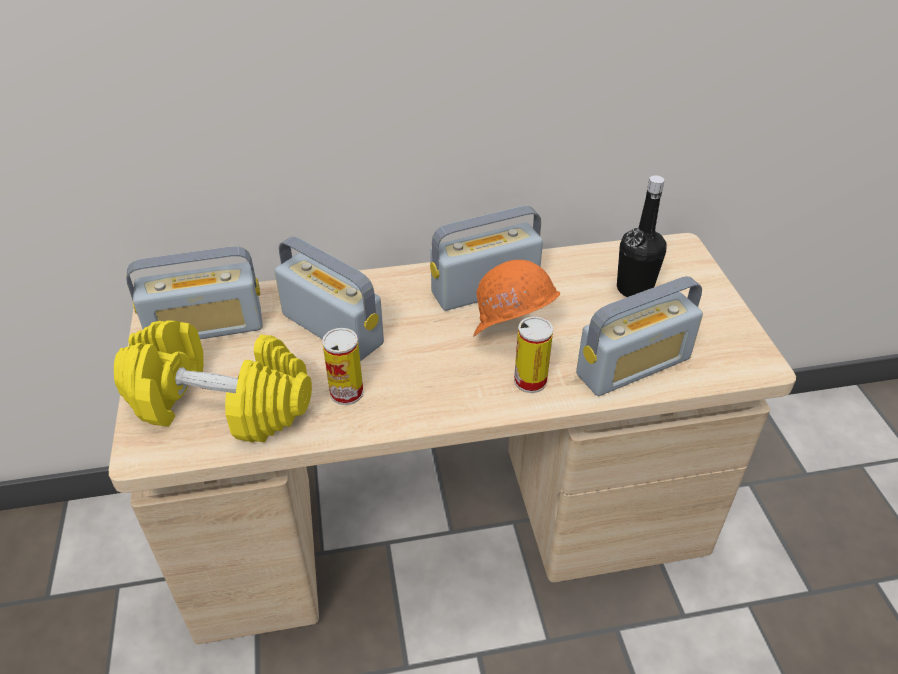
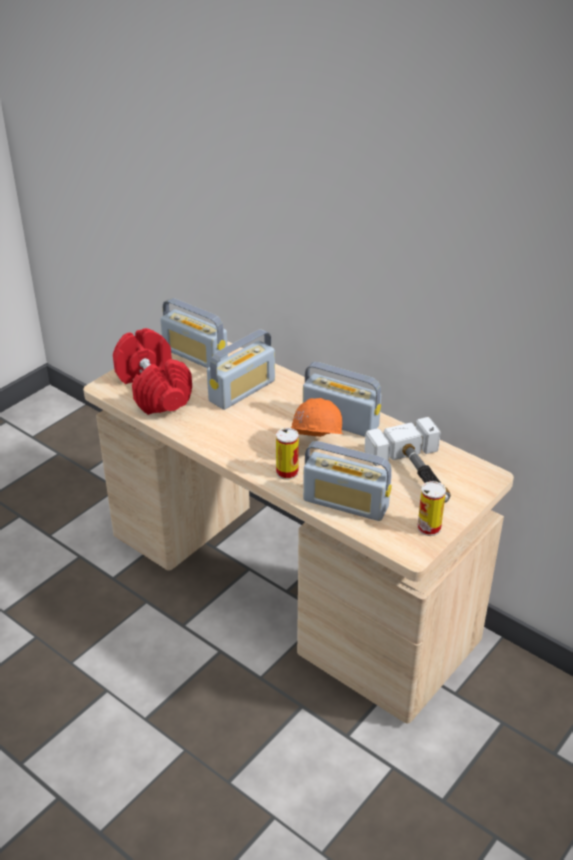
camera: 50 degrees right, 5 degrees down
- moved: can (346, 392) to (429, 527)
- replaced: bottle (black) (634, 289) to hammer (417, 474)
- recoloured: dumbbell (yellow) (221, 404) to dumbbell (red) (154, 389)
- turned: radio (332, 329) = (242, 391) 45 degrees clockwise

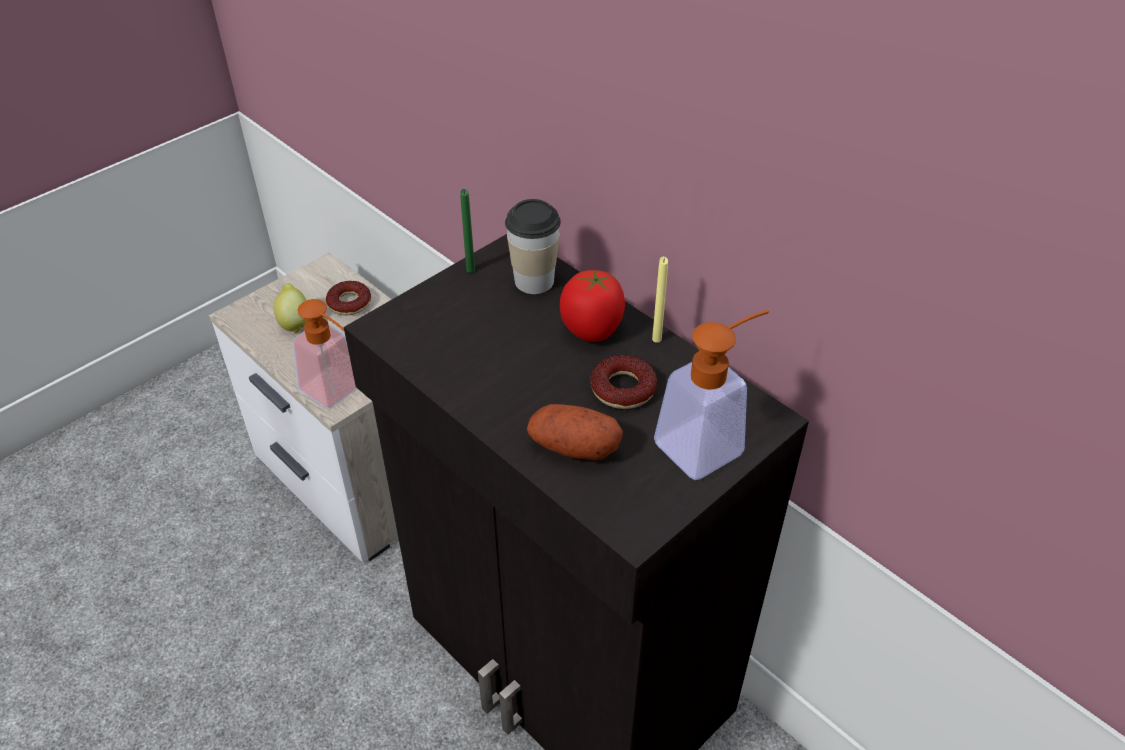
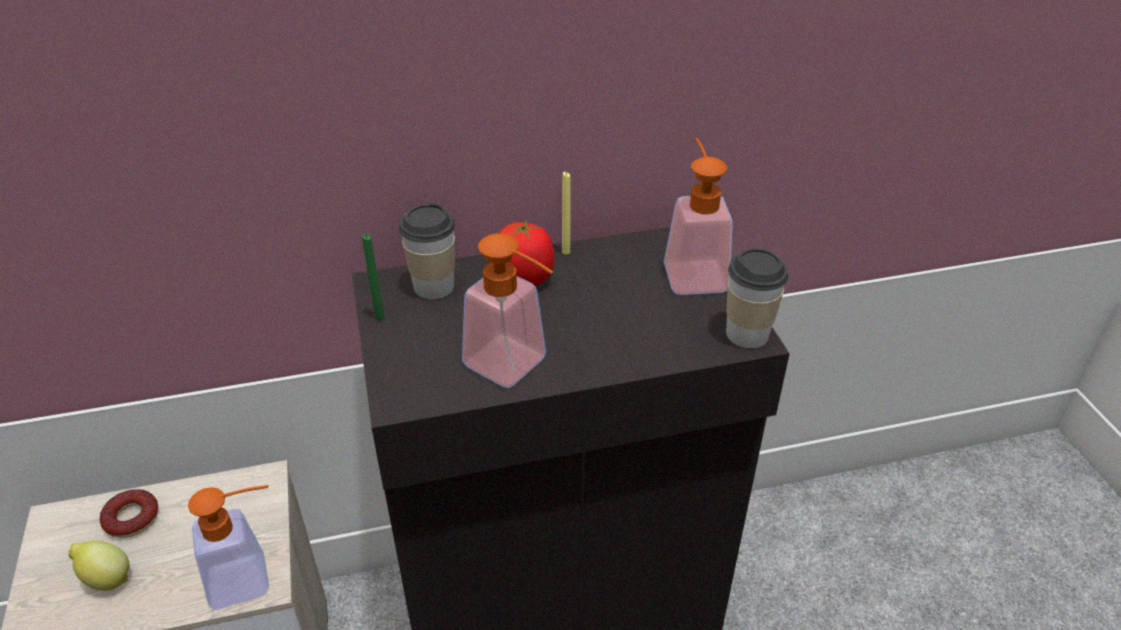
camera: 60 degrees left, 5 degrees down
- removed: potato (573, 447)
- removed: donut (623, 388)
- added: soap dispenser (515, 368)
- added: cup (747, 334)

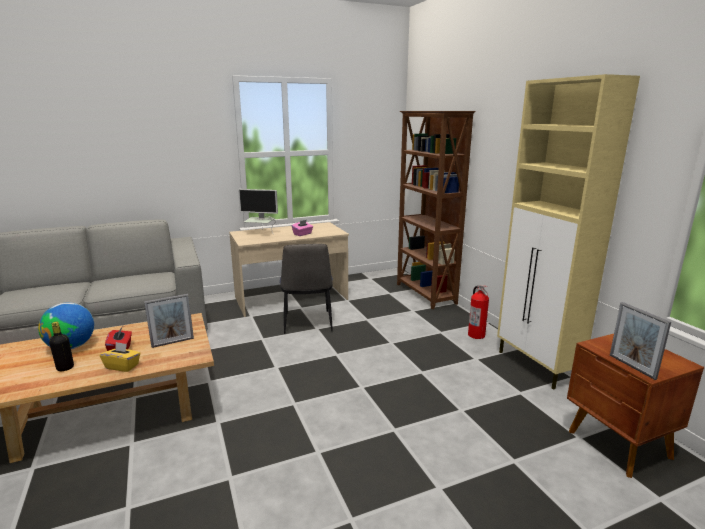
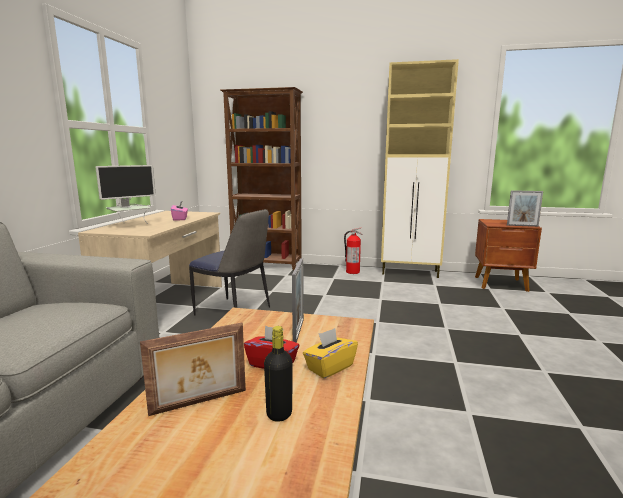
camera: 55 degrees left, 5 degrees down
- replaced: globe (71, 347) to picture frame (199, 403)

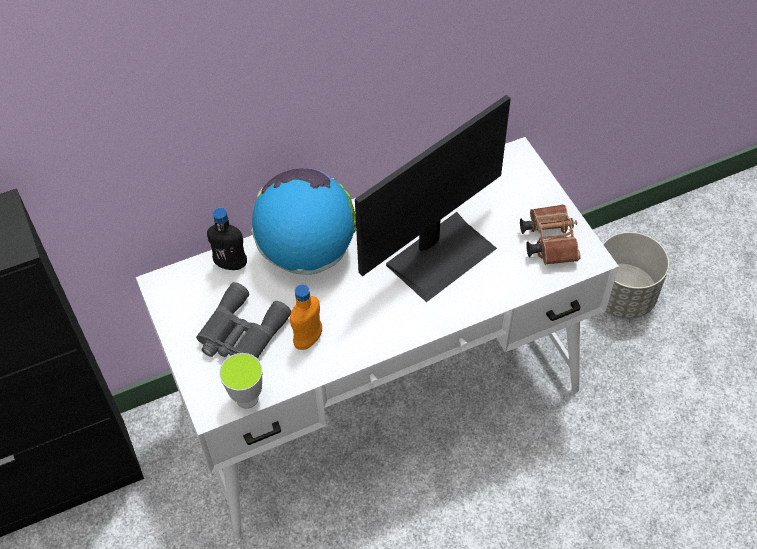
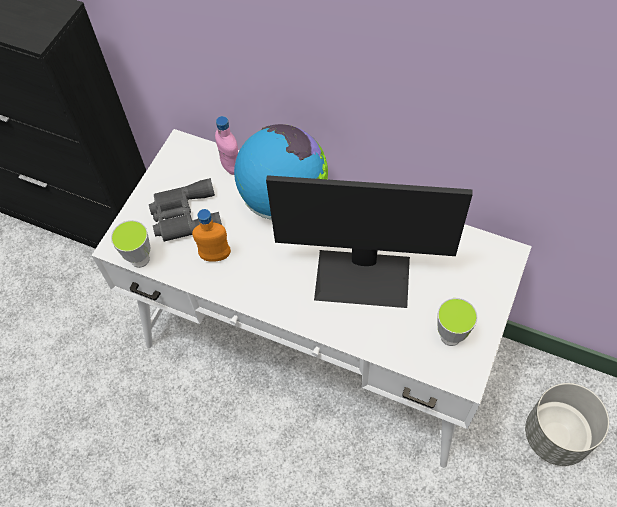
camera: 50 degrees right, 5 degrees up
- replaced: binoculars (brown) (548, 240) to cup (450, 336)
- recoloured: bottle (black) (231, 264) to bottle (pink) (231, 167)

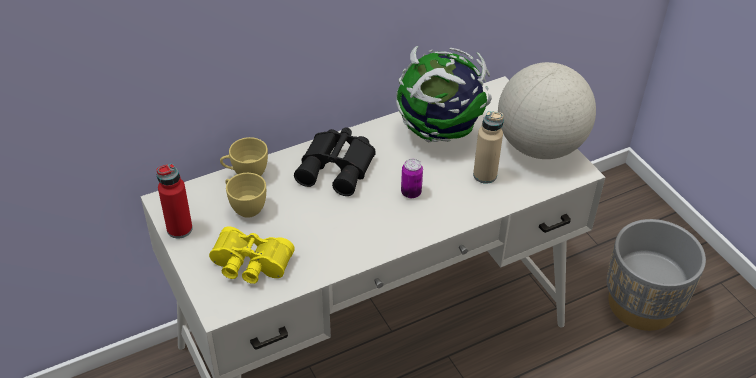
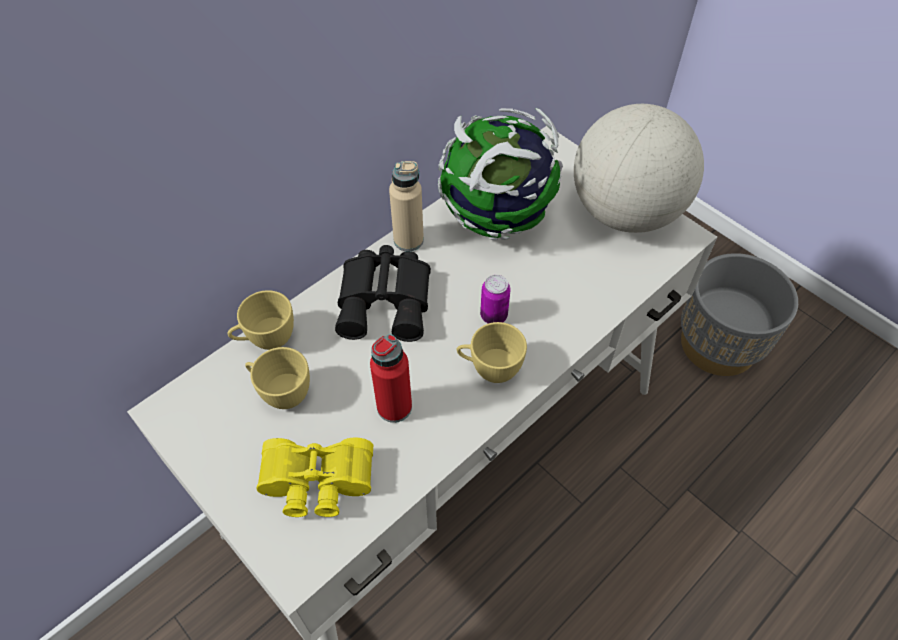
camera: 15 degrees left, 10 degrees up
- added: cup (yellow) (489, 369)
- moved: bottle (red) (179, 229) to (394, 407)
- moved: bottle (beige) (485, 175) to (408, 240)

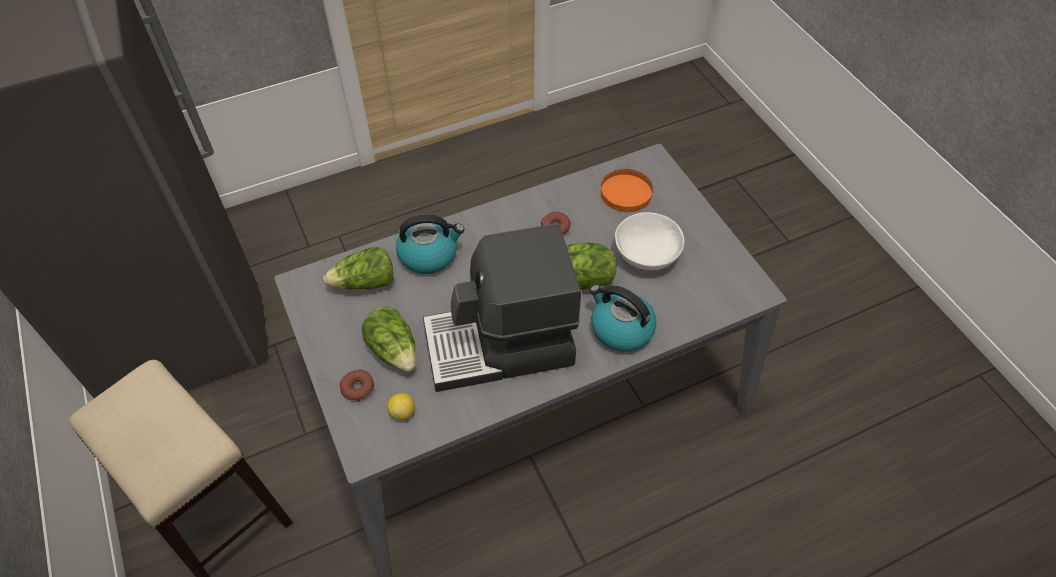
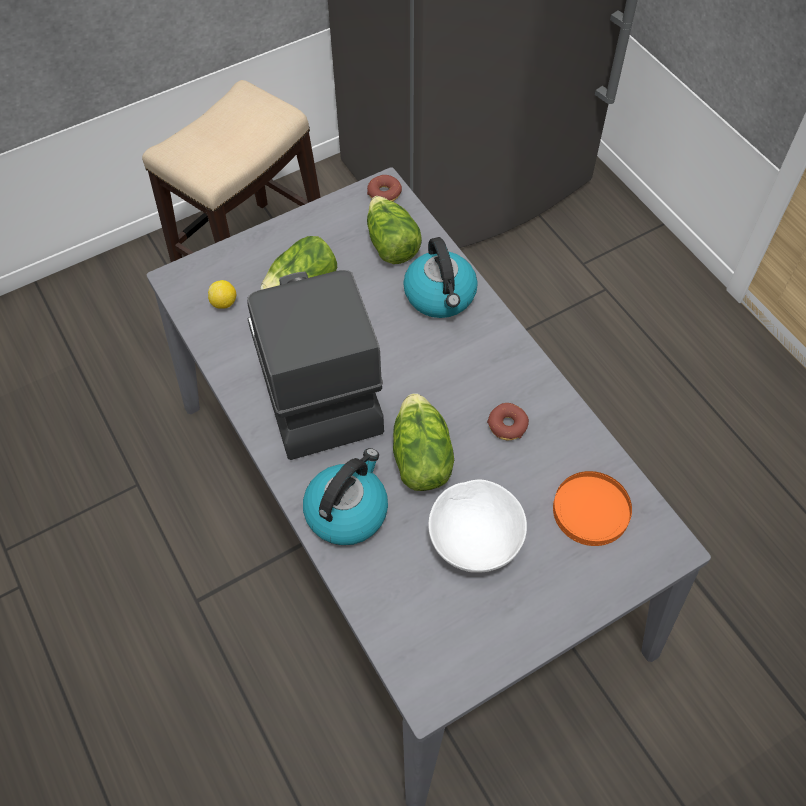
camera: 85 degrees right, 5 degrees up
- moved: donut (358, 388) to (384, 193)

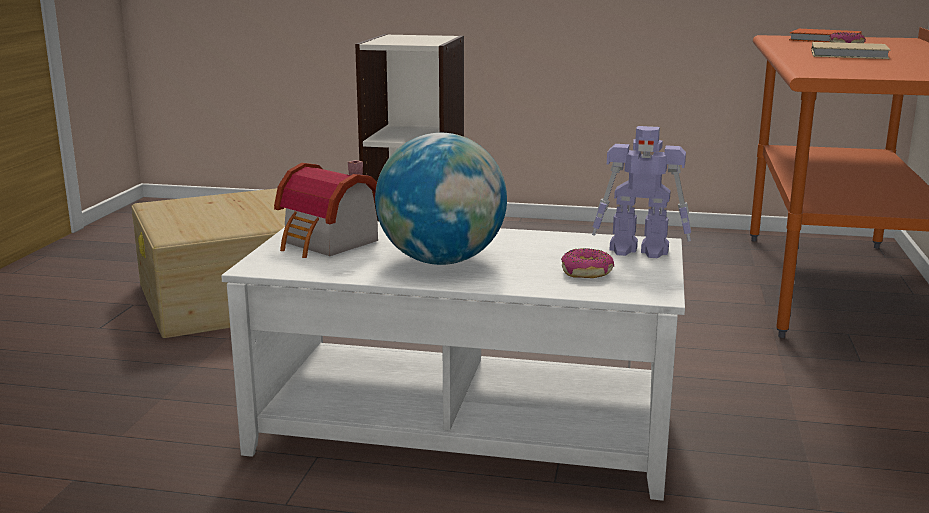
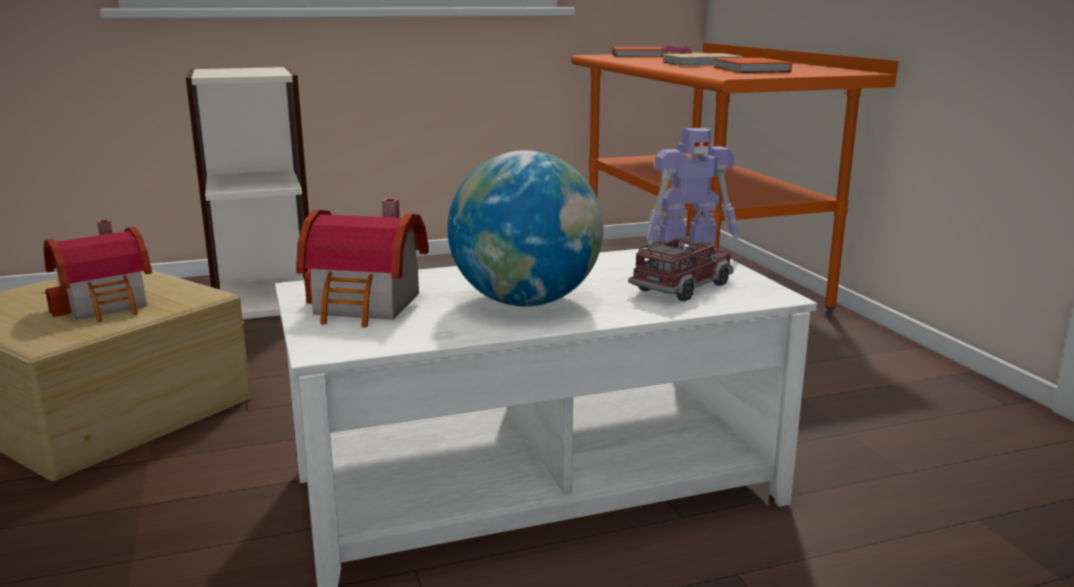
camera: 30 degrees left, 0 degrees up
- added: toy house (108, 305)
- added: book (orange) (750, 69)
- replaced: donut (587, 272) to toy truck (682, 287)

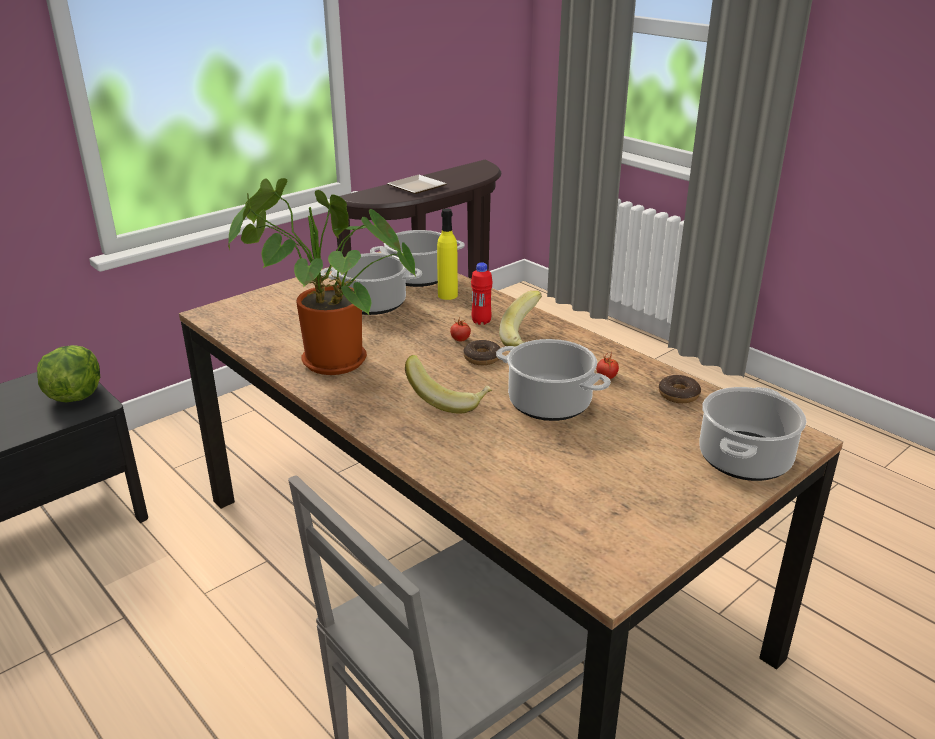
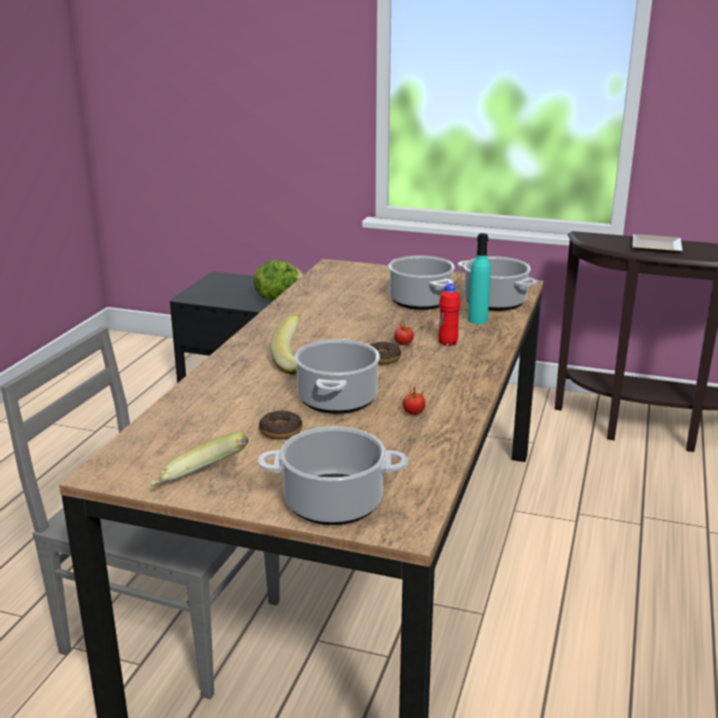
camera: 60 degrees right, 5 degrees down
- removed: potted plant (326, 362)
- moved: banana (526, 339) to (200, 483)
- moved: donut (678, 395) to (281, 431)
- recoloured: bottle (yellow) (447, 295) to bottle (turquoise) (477, 320)

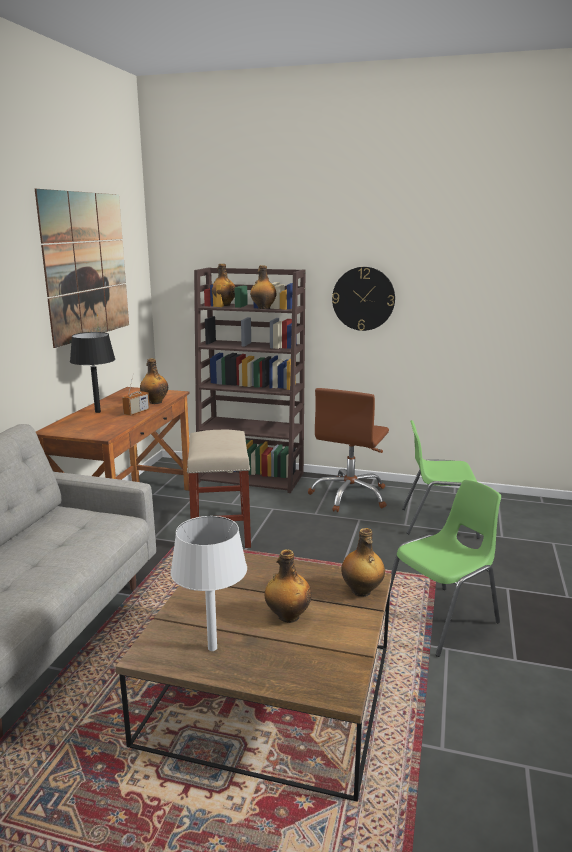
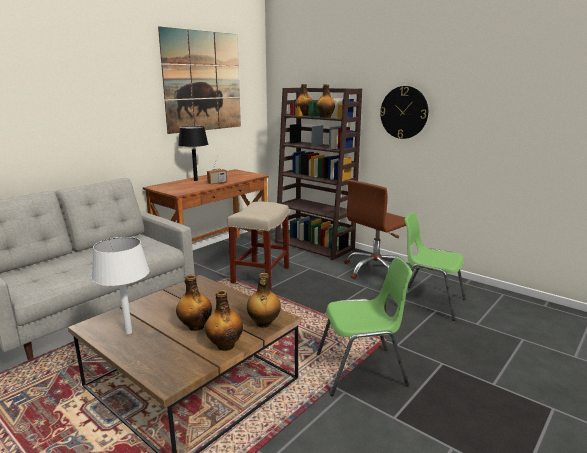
camera: 25 degrees right, 0 degrees up
- moved: bottle (155, 402) to (225, 345)

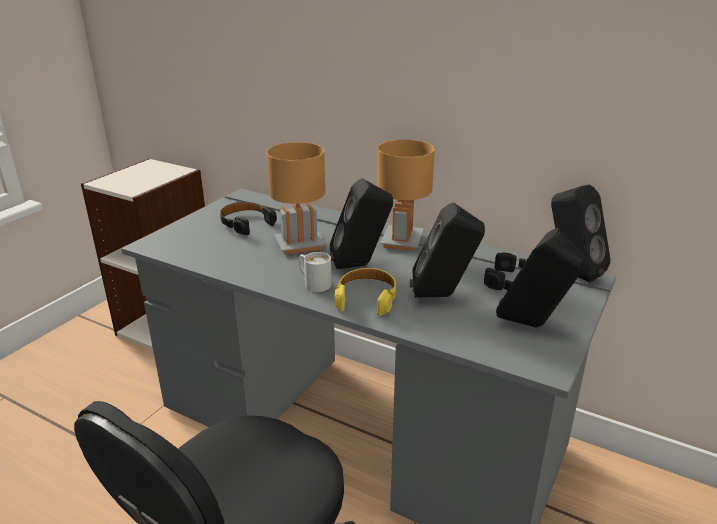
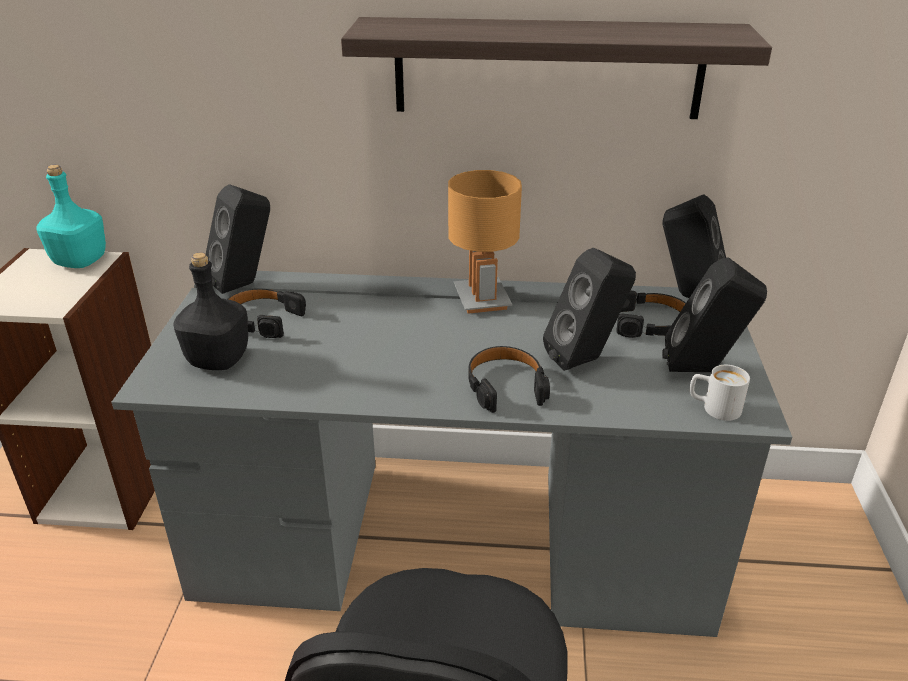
camera: 25 degrees left, 5 degrees up
- removed: table lamp (brown) (300, 245)
- added: bottle (turquoise) (79, 261)
- added: bottle (black) (218, 361)
- added: shelf (548, 68)
- moved: mug (white) (313, 283) to (713, 408)
- moved: speaker (black) (360, 265) to (245, 284)
- recoloured: headphones (yellow) (366, 298) to headphones (black) (505, 386)

